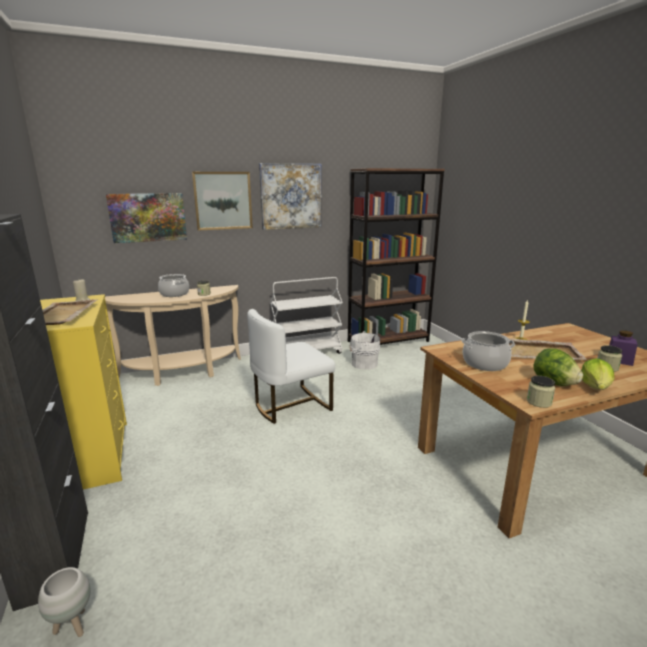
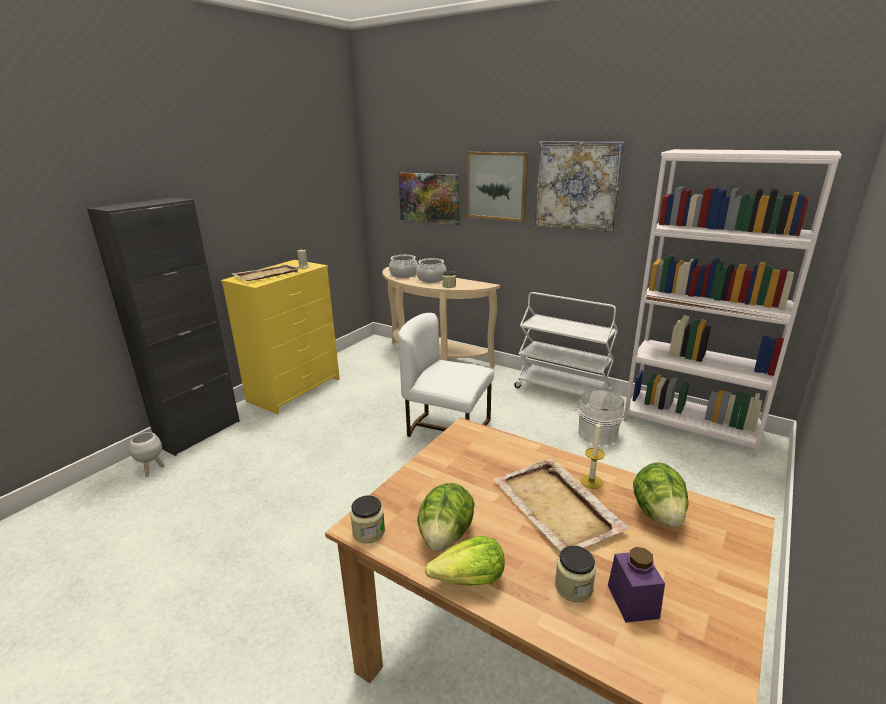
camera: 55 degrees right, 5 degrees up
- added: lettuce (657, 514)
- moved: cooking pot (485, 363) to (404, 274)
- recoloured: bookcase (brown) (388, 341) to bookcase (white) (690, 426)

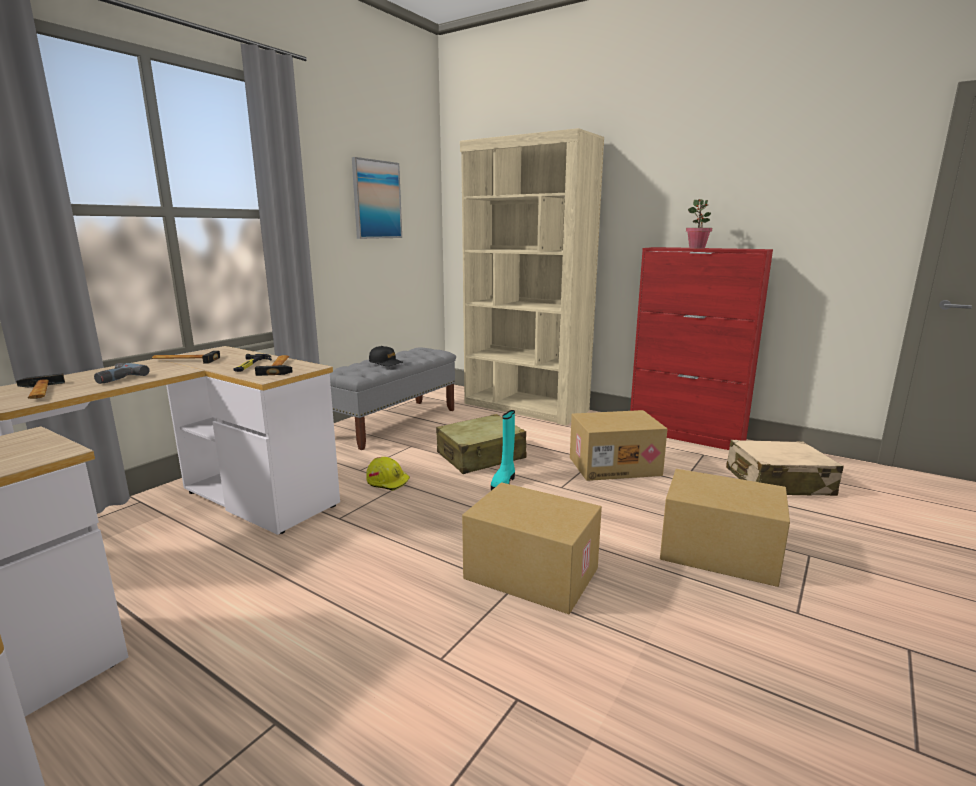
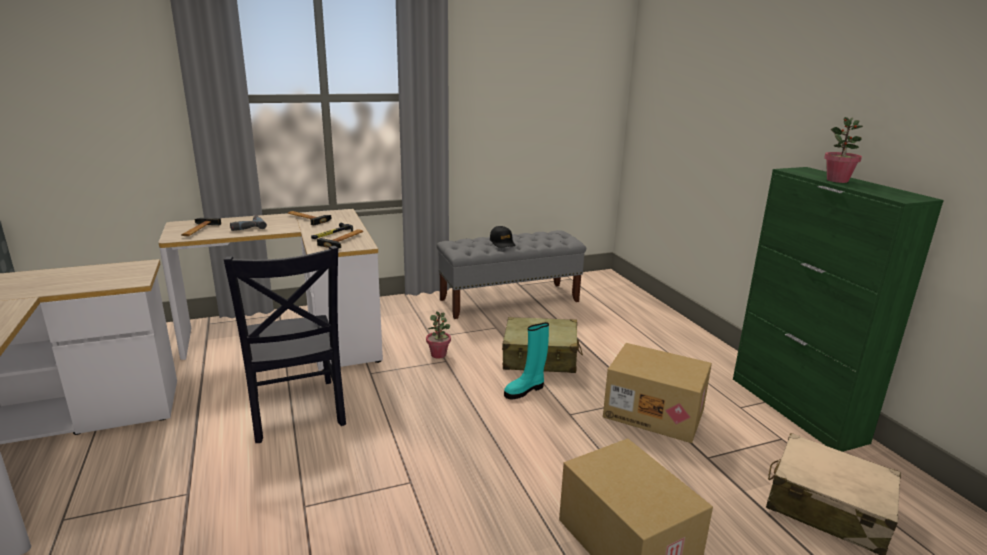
camera: 35 degrees right, 5 degrees up
- removed: picture (376, 200)
- removed: bookcase (beige) (525, 407)
- removed: cardboard box (529, 574)
- added: chair (black) (296, 412)
- replaced: hard hat (yellow) (388, 481) to potted plant (438, 354)
- recoloured: cabinet (red) (686, 435) to cabinet (green) (796, 409)

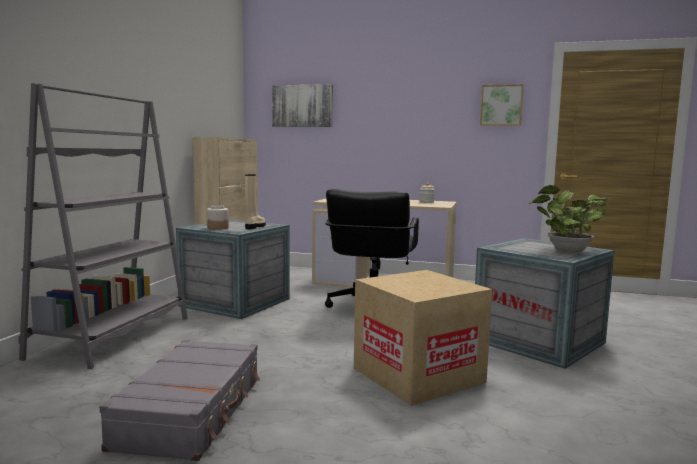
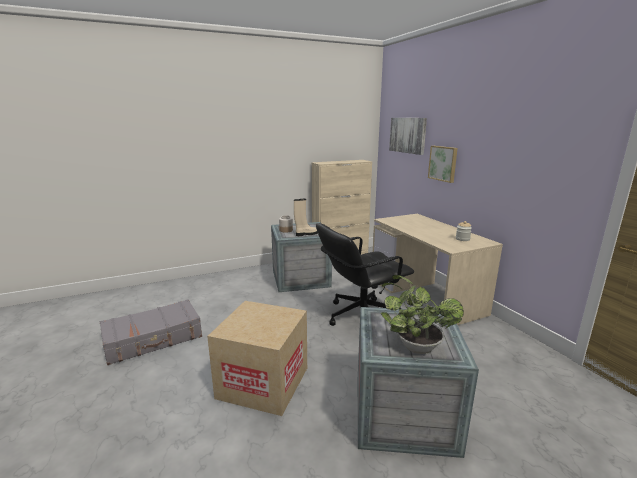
camera: 50 degrees right, 10 degrees up
- removed: bookcase (grey) (113, 337)
- moved: picture (501, 105) to (443, 163)

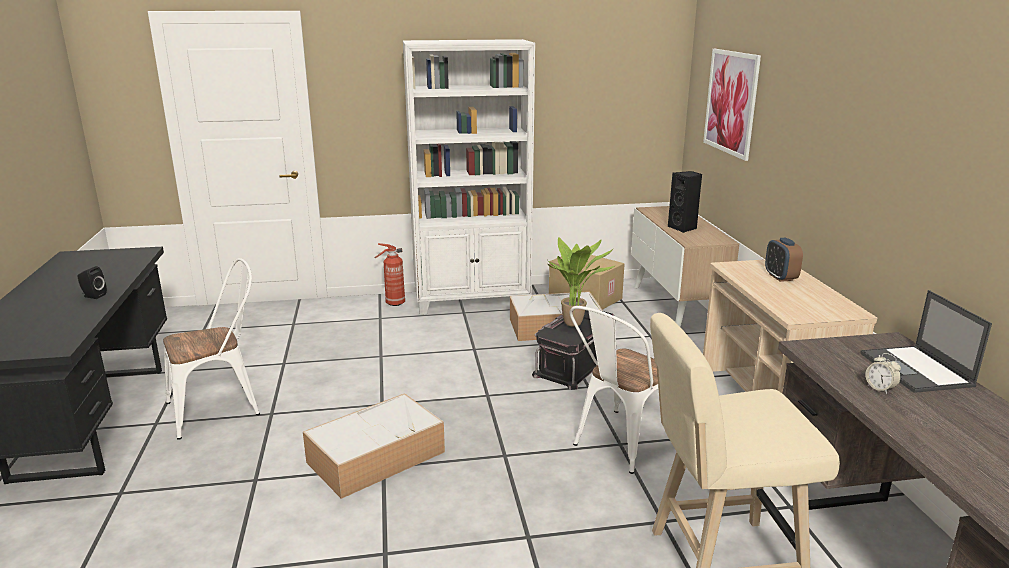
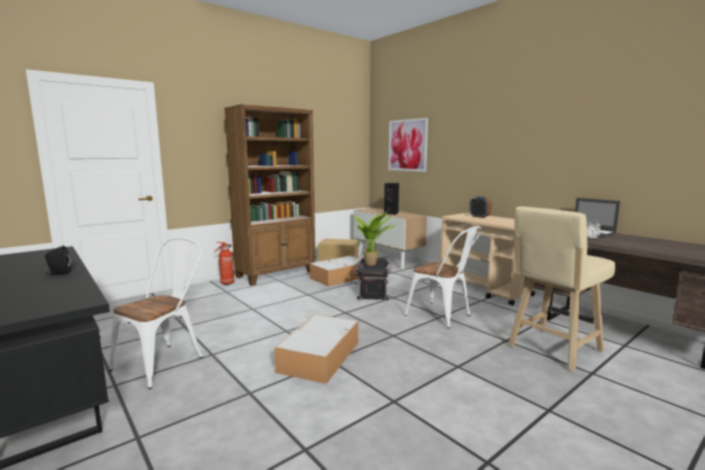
camera: 30 degrees left, 10 degrees down
- recoloured: bookcase (white) (472, 301) to bookcase (brown) (276, 274)
- turned: chair (white) (620, 444) = (442, 316) 60 degrees counterclockwise

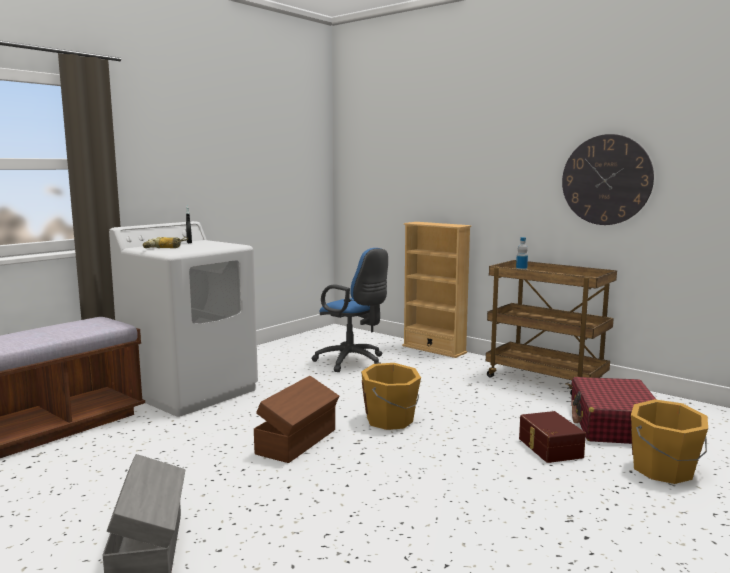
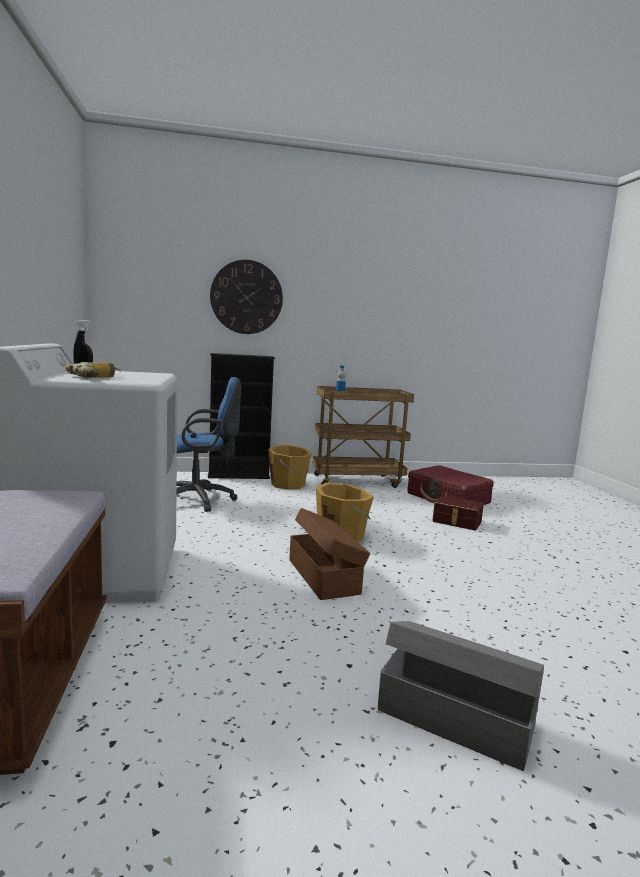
camera: 50 degrees left, 0 degrees up
- moved: wall clock (606, 180) to (246, 297)
- moved: bucket (orange) (664, 470) to (288, 485)
- recoloured: bookcase (beige) (434, 349) to bookcase (black) (238, 475)

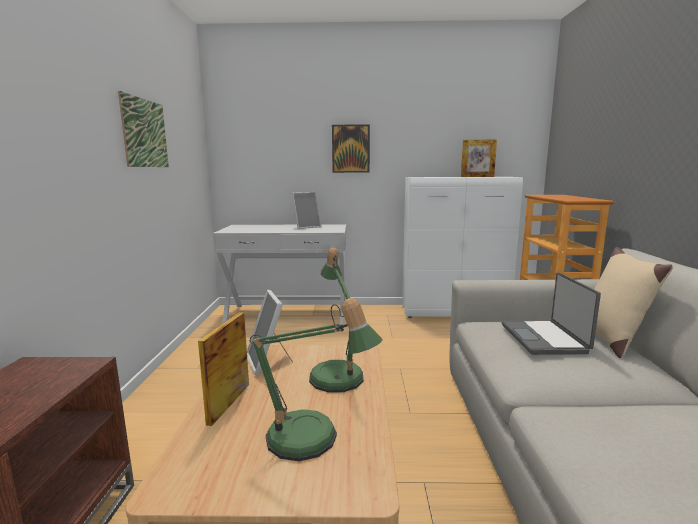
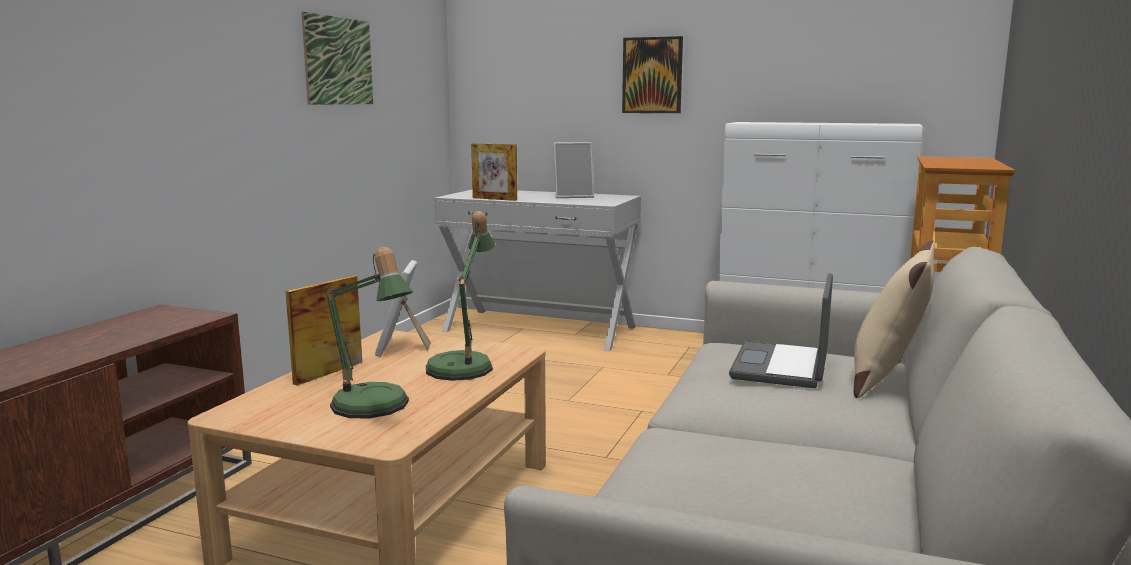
camera: 20 degrees right, 0 degrees up
- moved: picture frame (477, 176) to (494, 199)

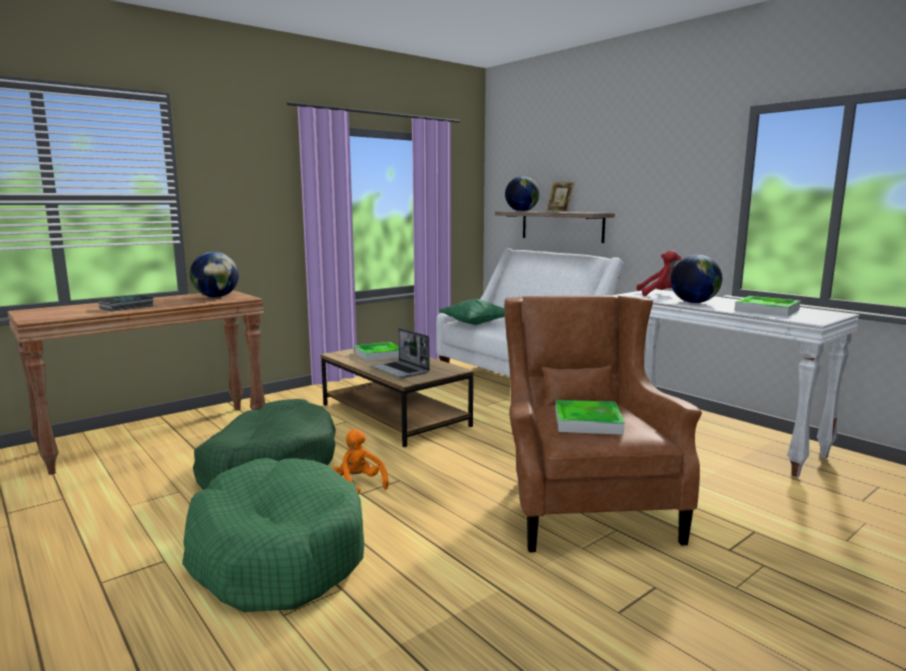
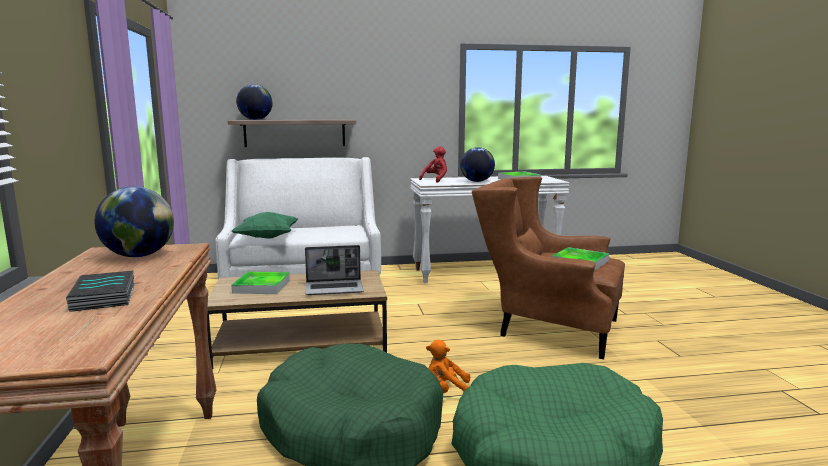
camera: 60 degrees left, 0 degrees up
- removed: picture frame (559, 211)

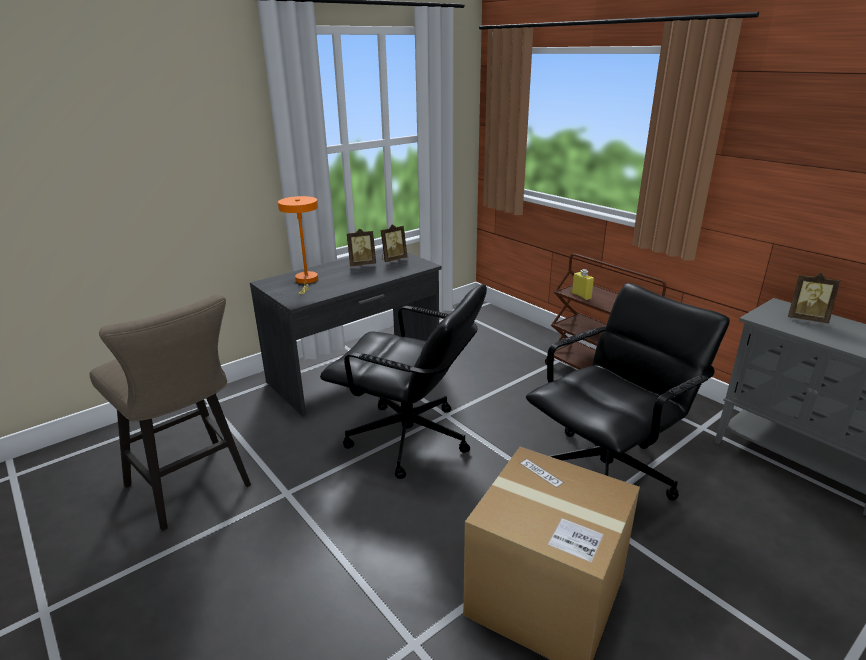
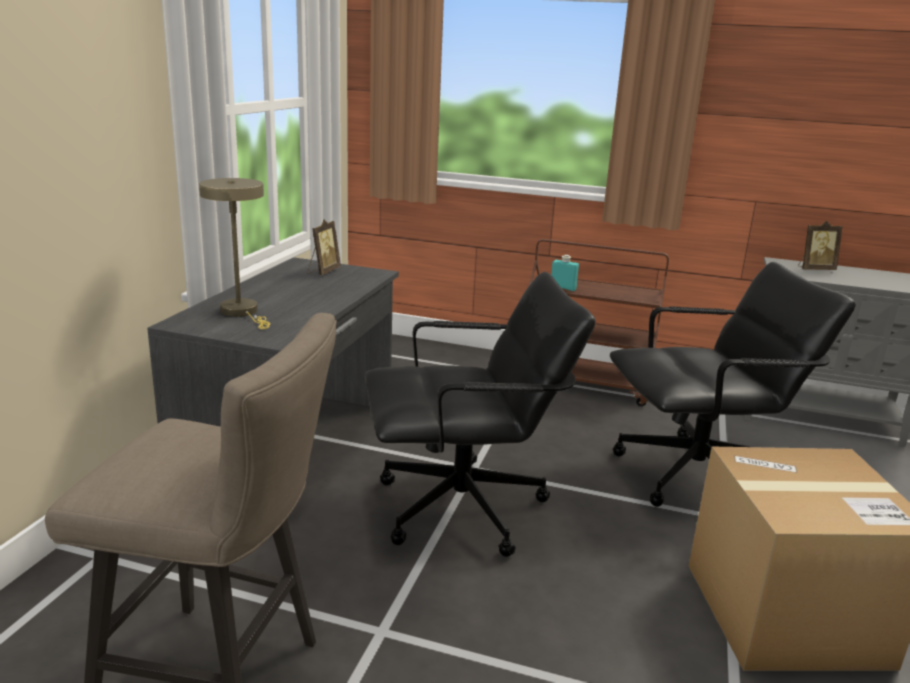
camera: 35 degrees left, 5 degrees down
- removed: picture frame (362, 264)
- recoloured: table lamp (orange) (306, 281) to table lamp (beige) (242, 312)
- recoloured: bottle (yellow) (581, 296) to bottle (turquoise) (563, 288)
- turned: office chair (black) (606, 473) = (697, 476) 60 degrees clockwise

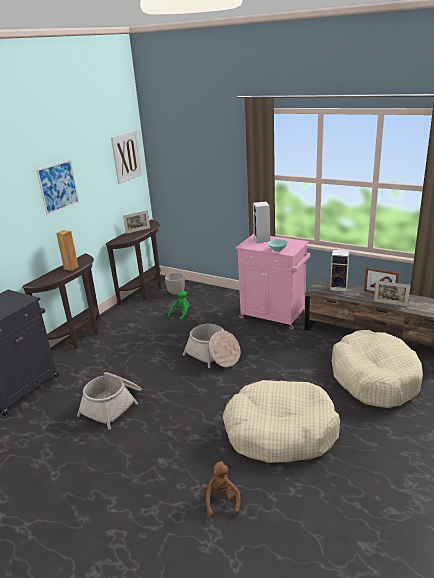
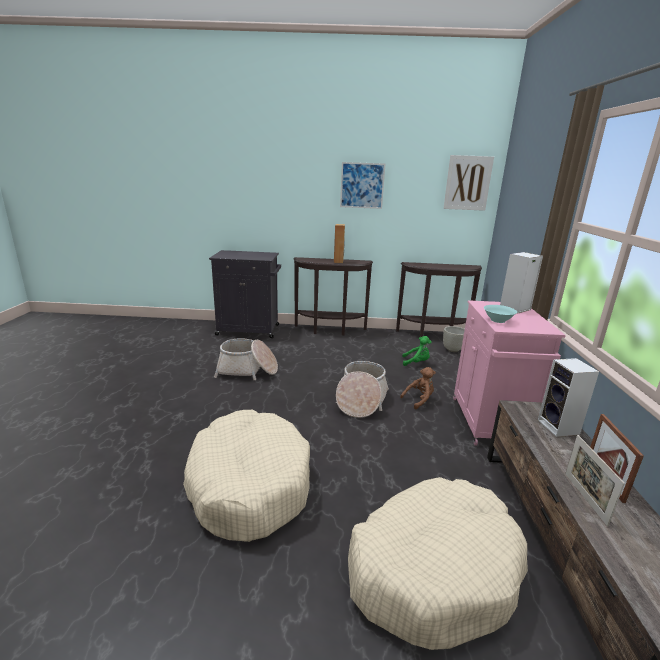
camera: 60 degrees right, 5 degrees down
- removed: picture frame (138, 230)
- moved: plush toy (brown) (221, 500) to (419, 400)

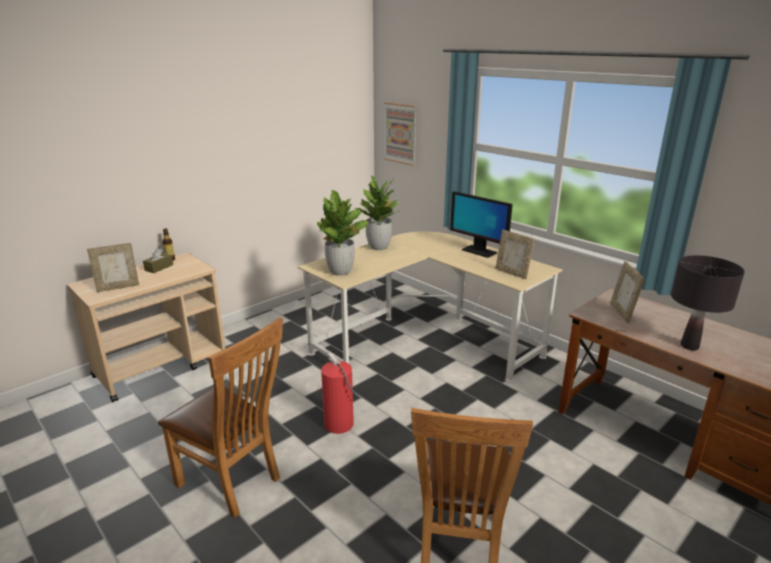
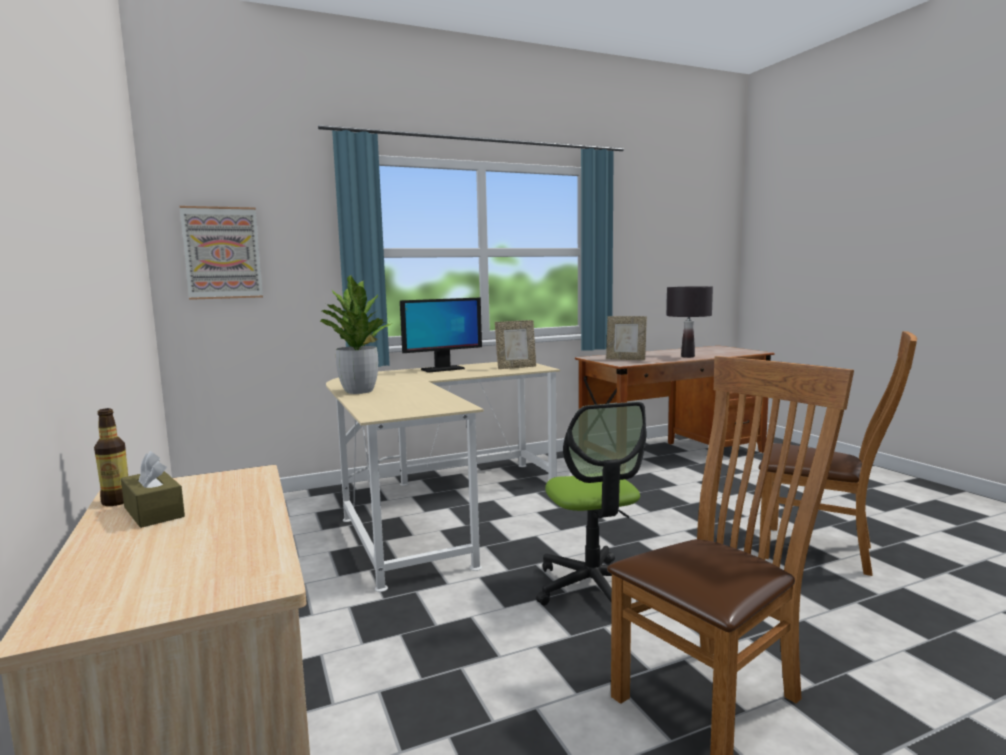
camera: 70 degrees left, 15 degrees down
- removed: picture frame (118, 287)
- removed: potted plant (340, 272)
- replaced: fire extinguisher (339, 425) to office chair (594, 587)

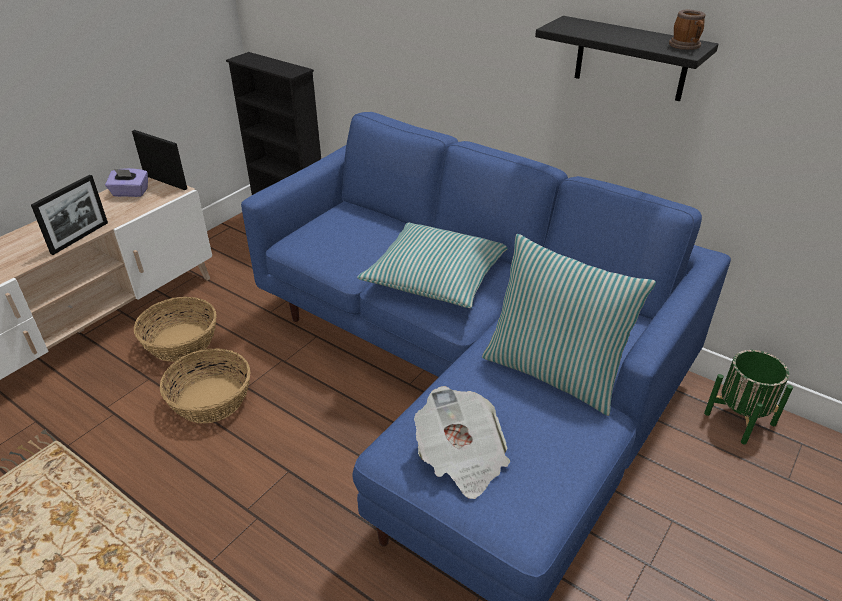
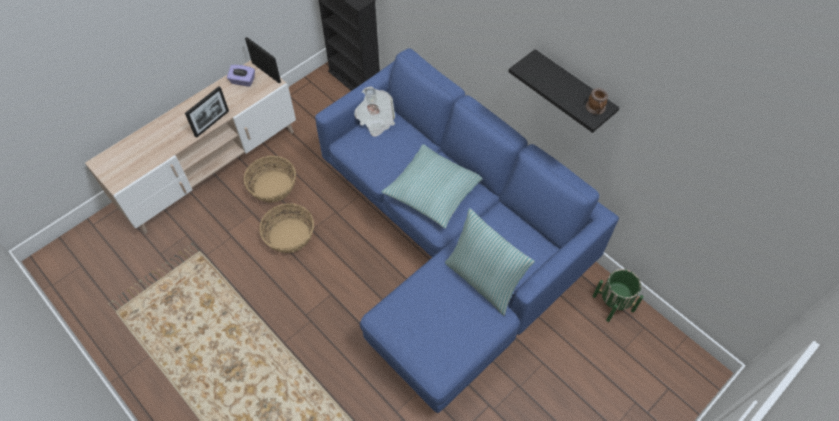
camera: 10 degrees right, 20 degrees up
- moved: newspaper (461, 458) to (375, 119)

